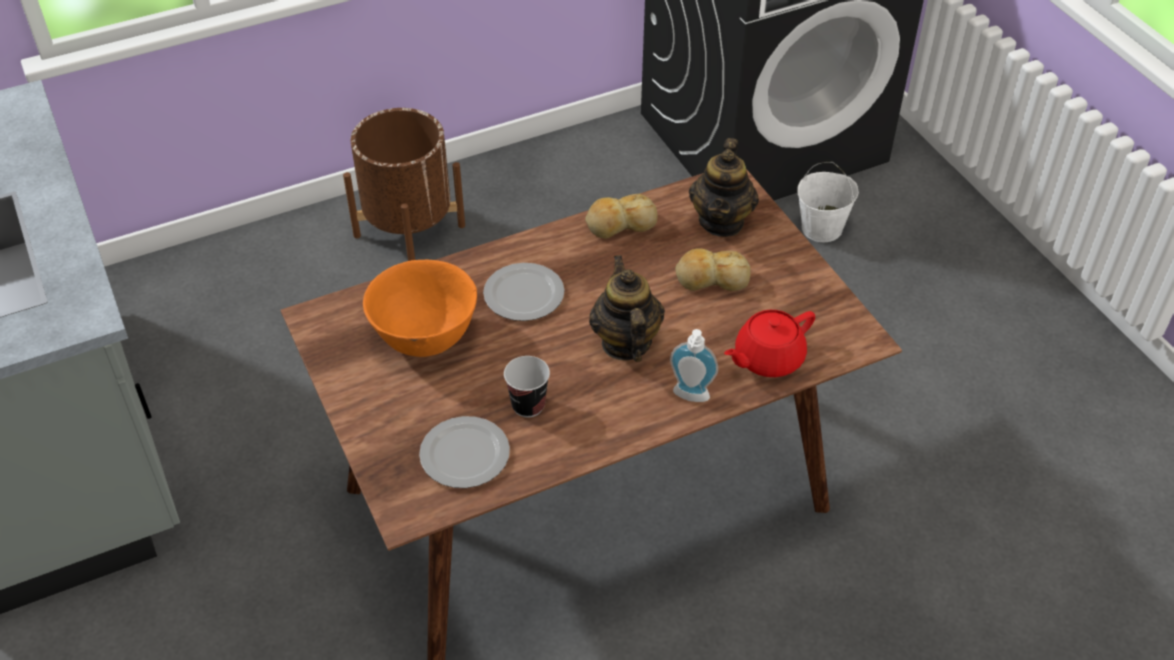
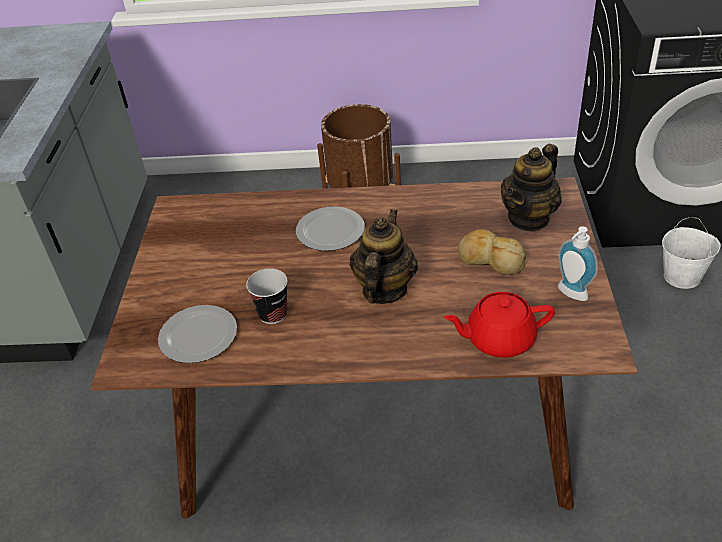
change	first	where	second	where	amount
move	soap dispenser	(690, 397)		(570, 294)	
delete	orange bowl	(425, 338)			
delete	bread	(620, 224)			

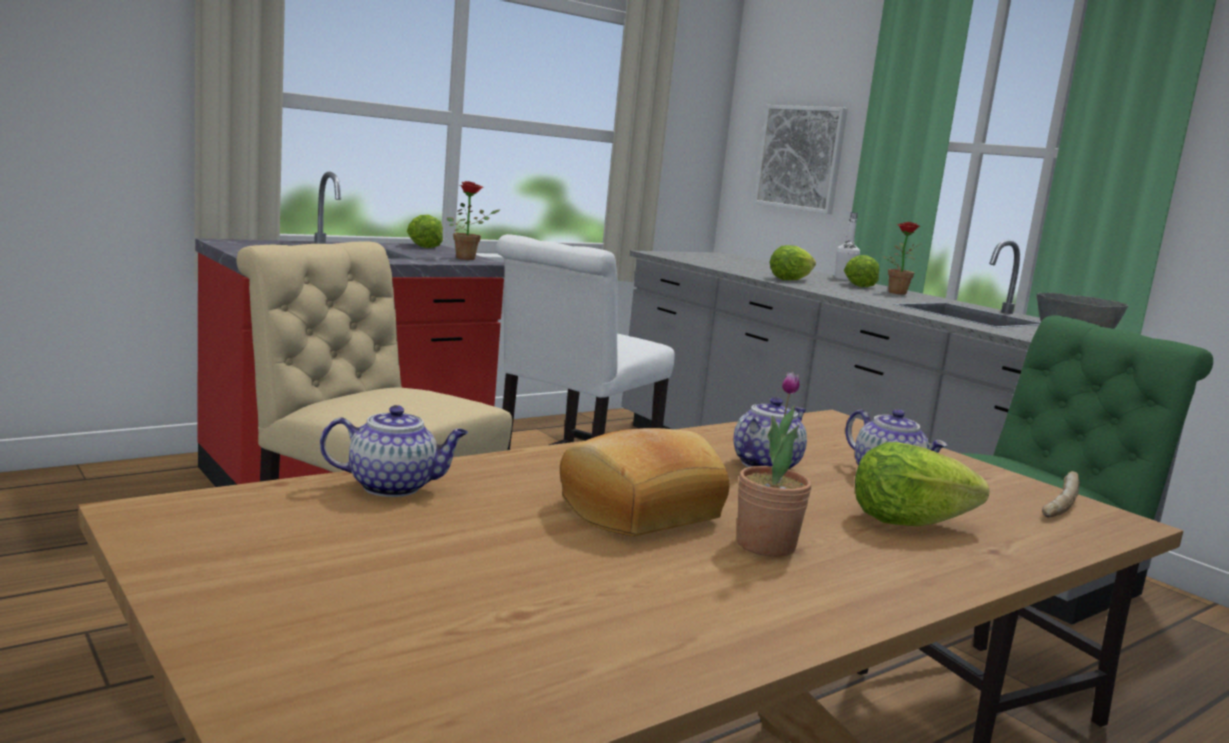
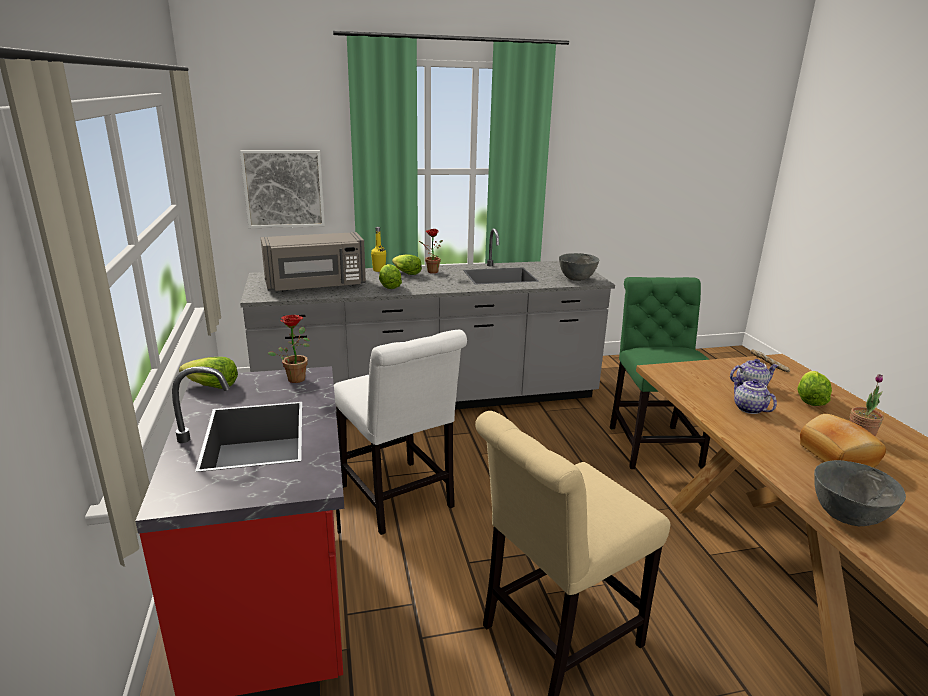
change	first	where	second	where	amount
insert			grey microwave	(316, 286)	
recolor	white bottle	(844, 279)	yellow bottle	(379, 270)	
replace	teapot	(394, 487)	grey bowl	(846, 517)	

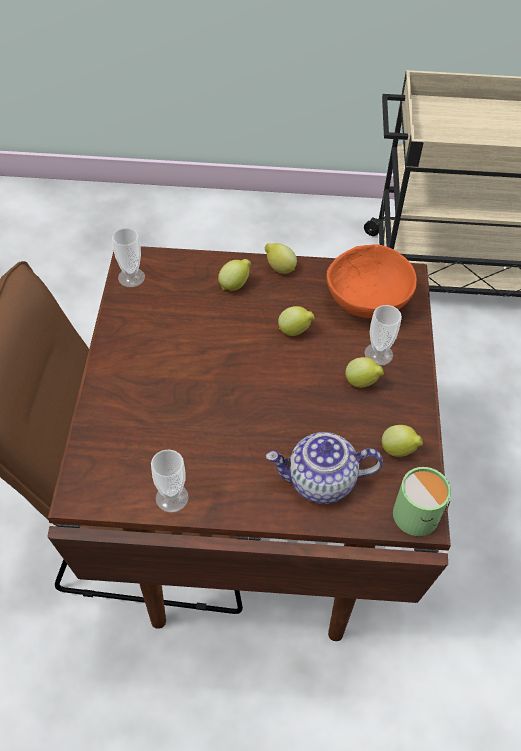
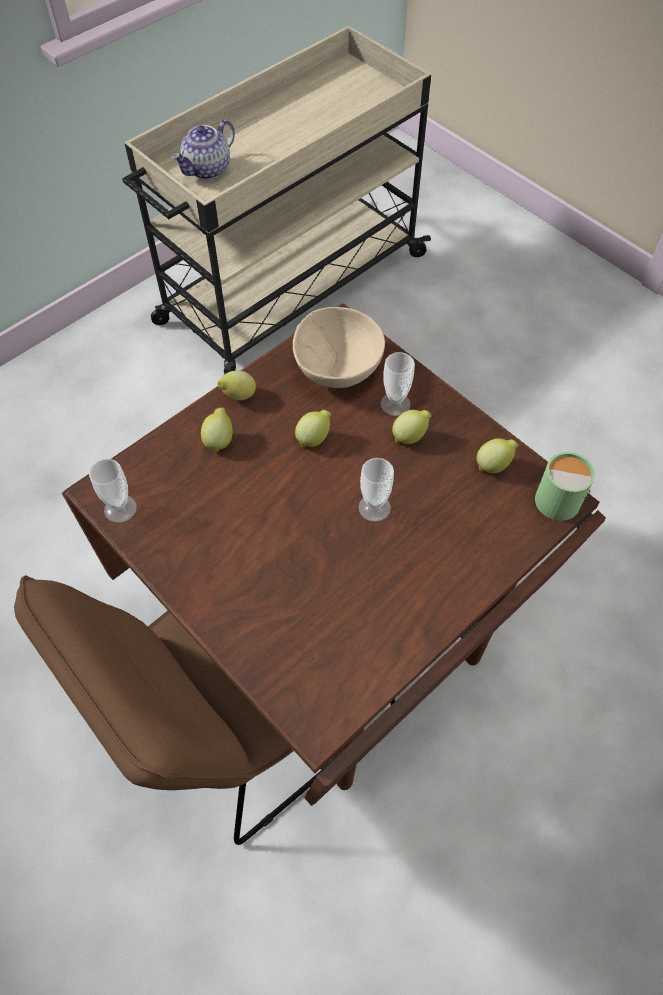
change	first	where	second	where	amount
move	teapot	(320, 481)		(207, 169)	
recolor	orange bowl	(366, 302)	beige bowl	(337, 369)	
move	cup	(172, 498)		(374, 507)	

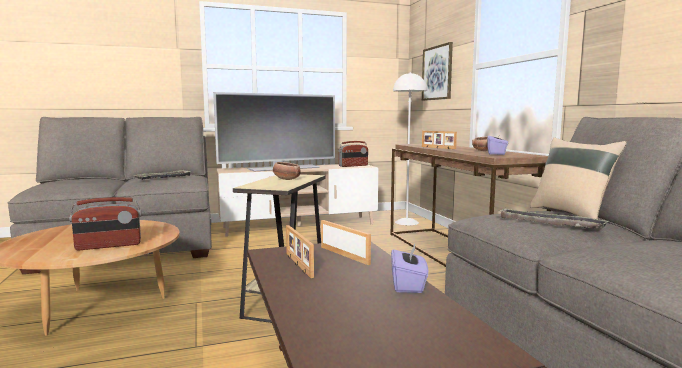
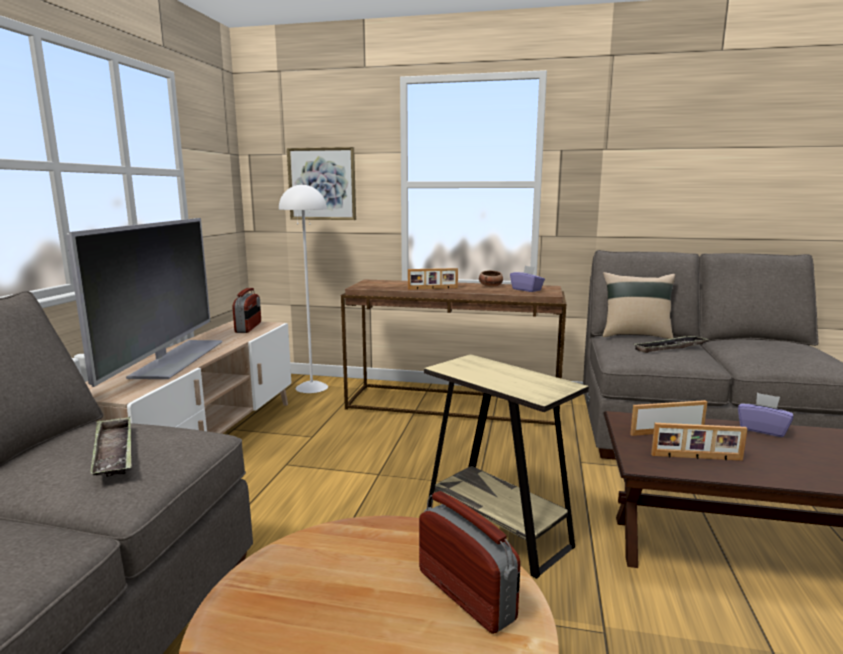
change	first	where	second	where	amount
rotate	radio	(109, 246)		(466, 594)	45 degrees counterclockwise
delete	bowl	(286, 179)			

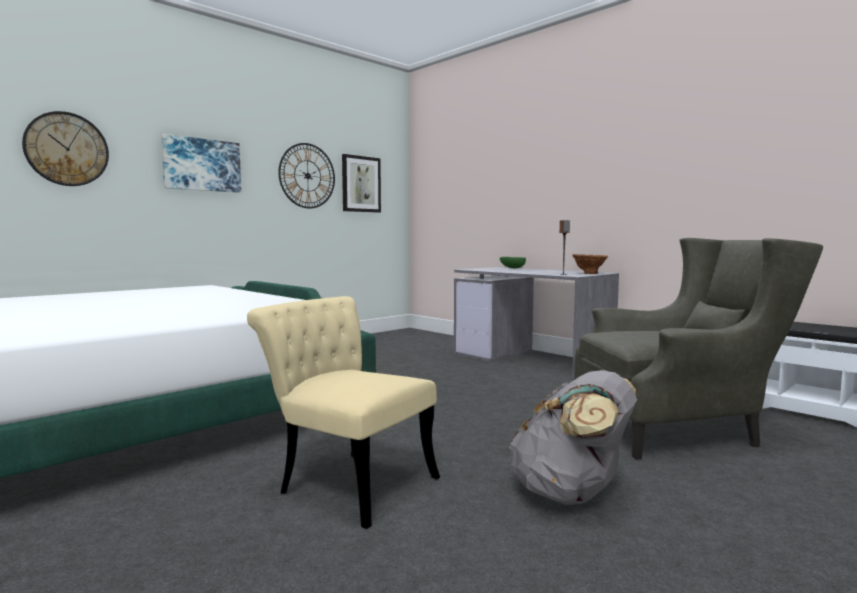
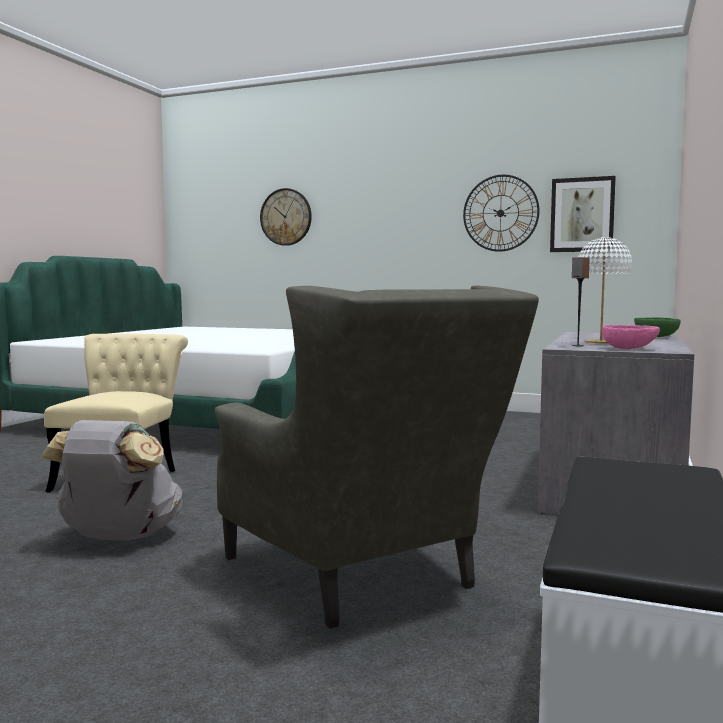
change	first	where	second	where	amount
insert			white table lamp	(600, 343)	
replace	brown vase	(588, 273)	pink bowl	(630, 349)	
delete	picture	(202, 165)			

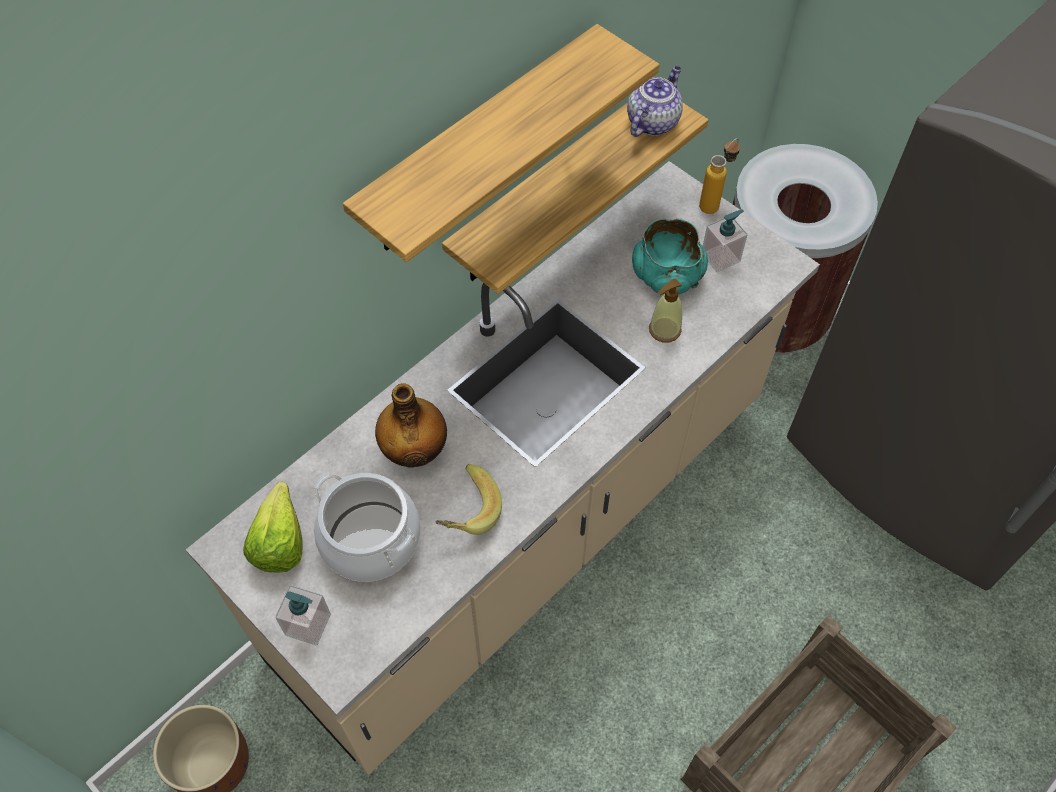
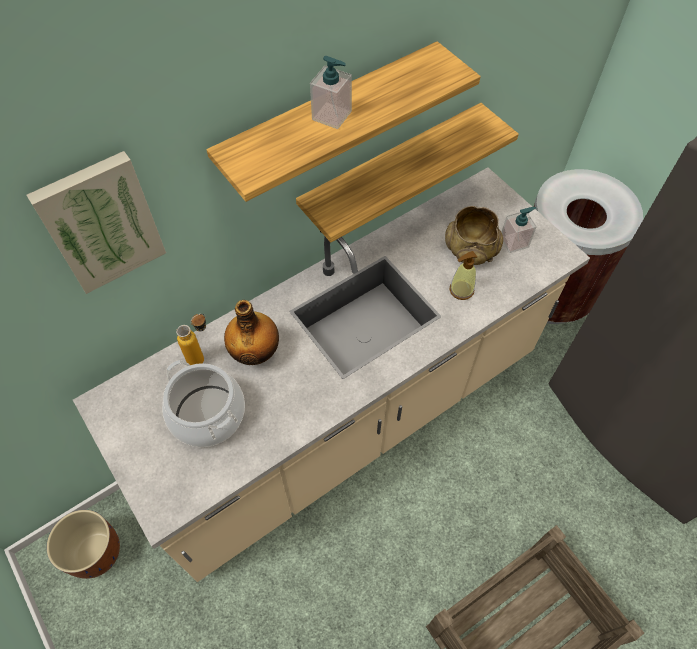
change	first	where	second	where	amount
insert			picture	(100, 222)	
move	bottle	(714, 202)		(202, 356)	
move	soap dispenser	(308, 624)		(332, 116)	
recolor	turquoise bowl	(667, 274)	beige bowl	(471, 249)	
delete	lettuce	(283, 535)			
delete	banana	(465, 510)			
delete	teapot	(652, 121)			

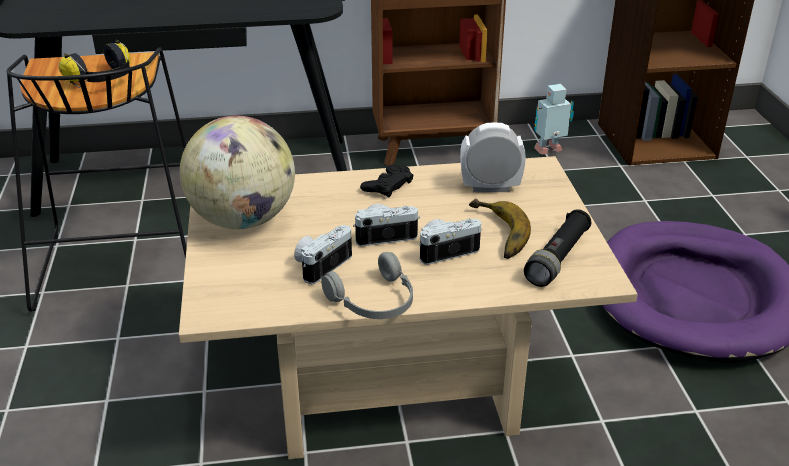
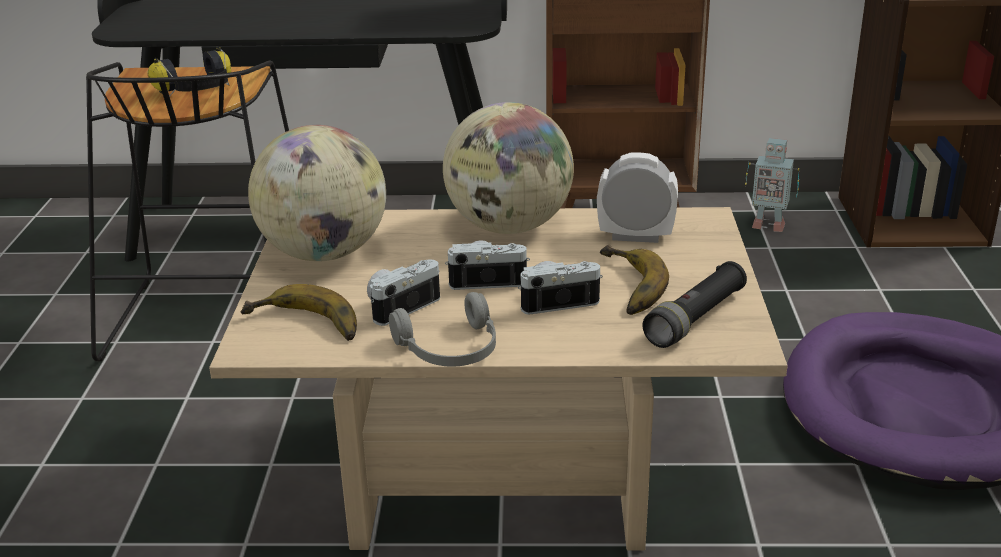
change	first	where	second	where	amount
insert			banana	(303, 326)	
replace	black game controller	(387, 185)	globe	(508, 227)	
rotate	toy robot	(550, 151)		(767, 225)	150 degrees counterclockwise

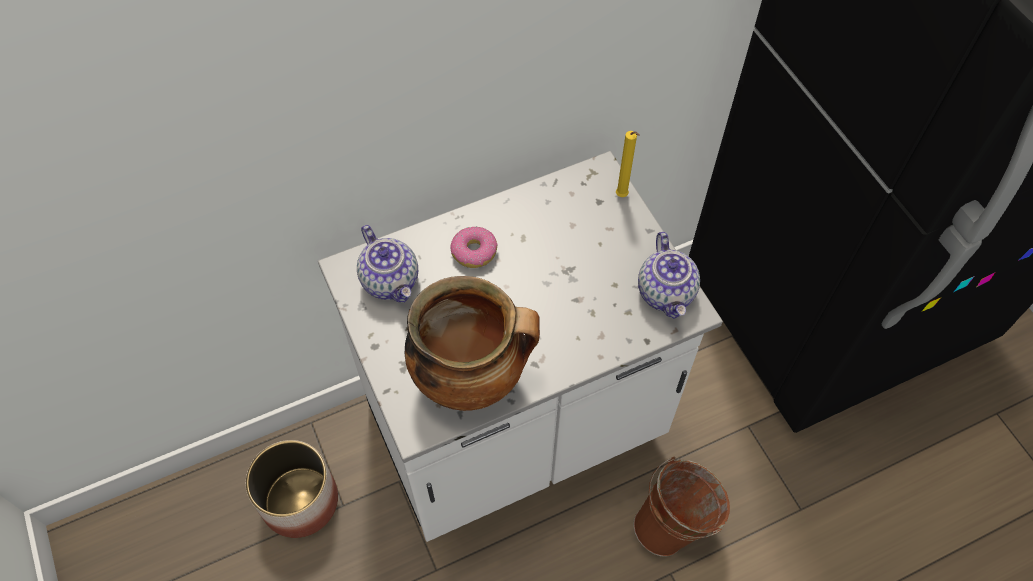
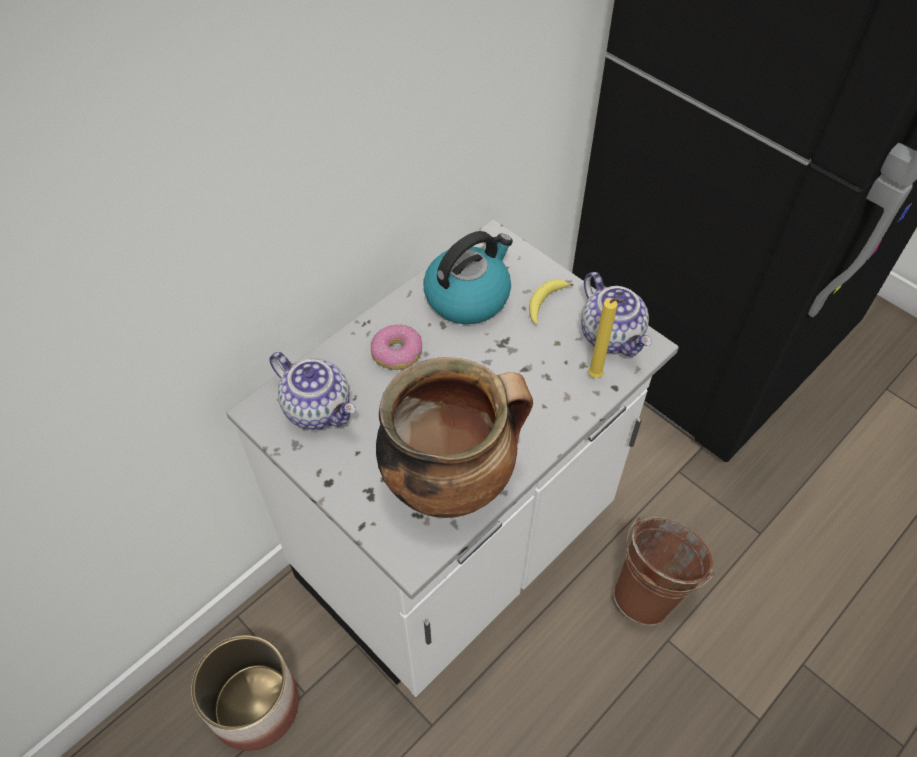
change	first	where	second	where	amount
insert			kettle	(468, 296)	
insert			banana	(545, 303)	
move	yellow candle	(622, 197)		(597, 377)	

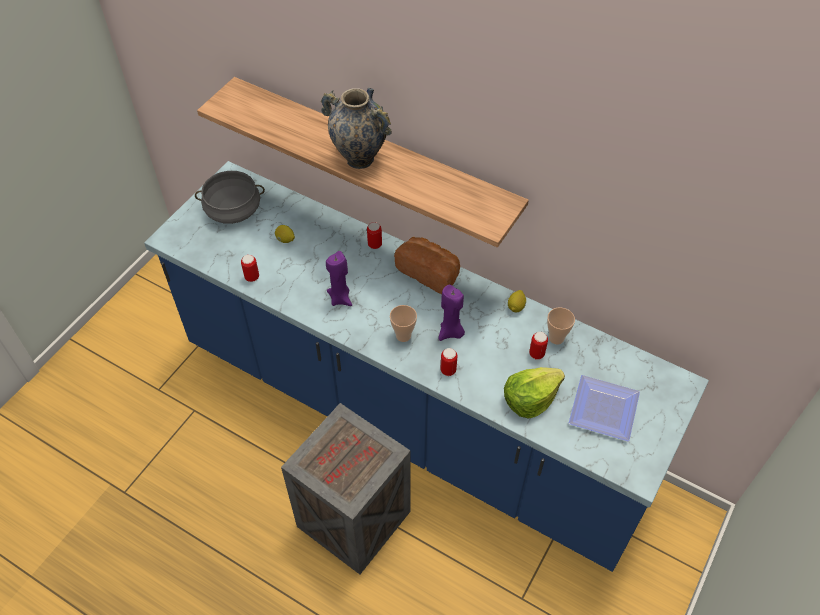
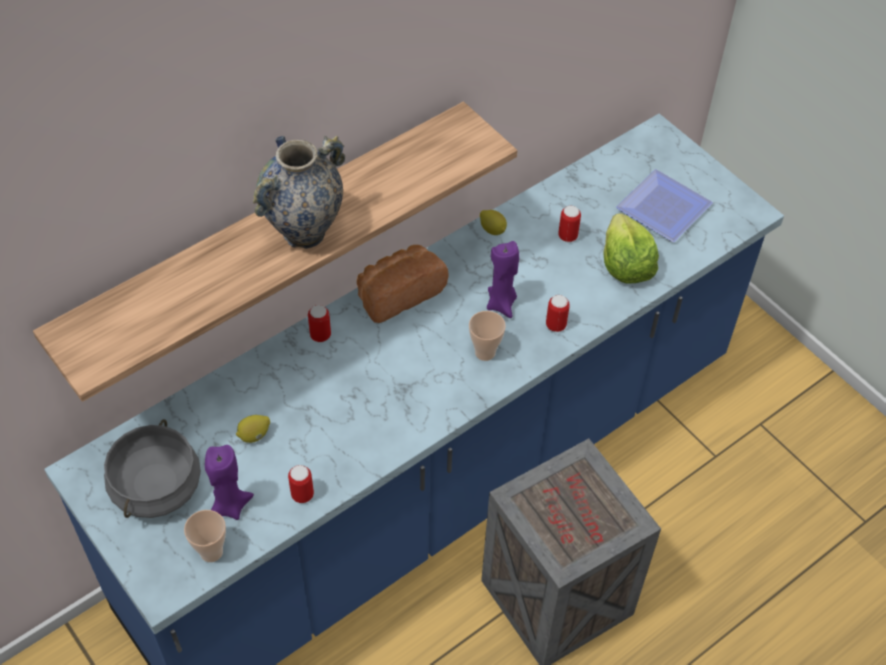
change	first	where	second	where	amount
move	cup	(556, 338)		(211, 552)	
move	purple candle	(340, 298)		(230, 505)	

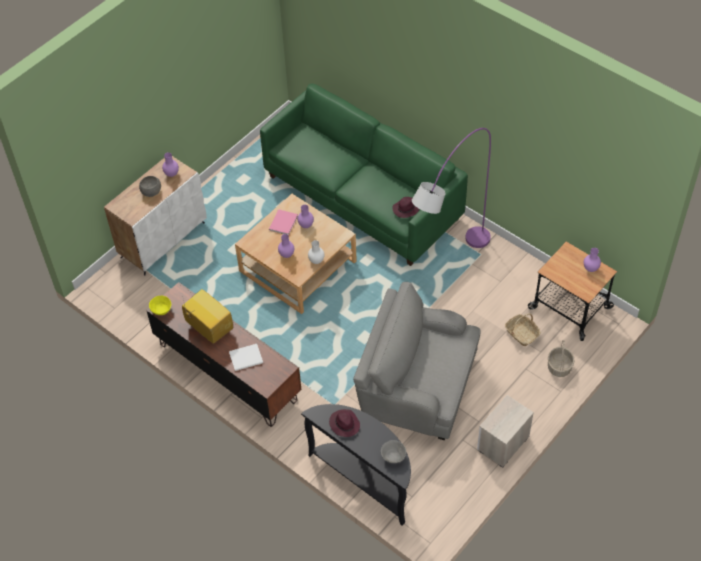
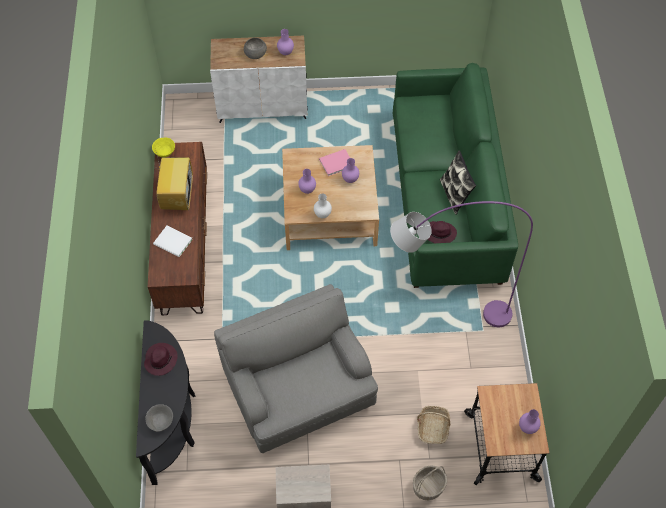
change	first	where	second	where	amount
insert			pillow	(455, 195)	

